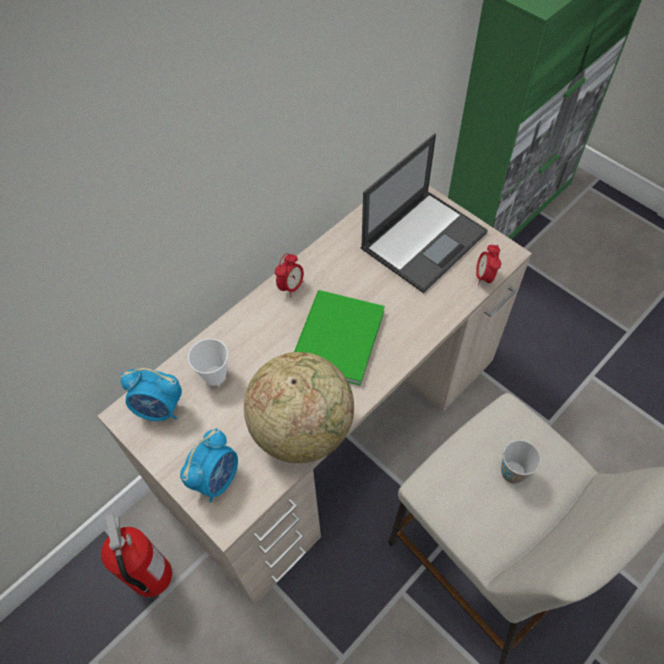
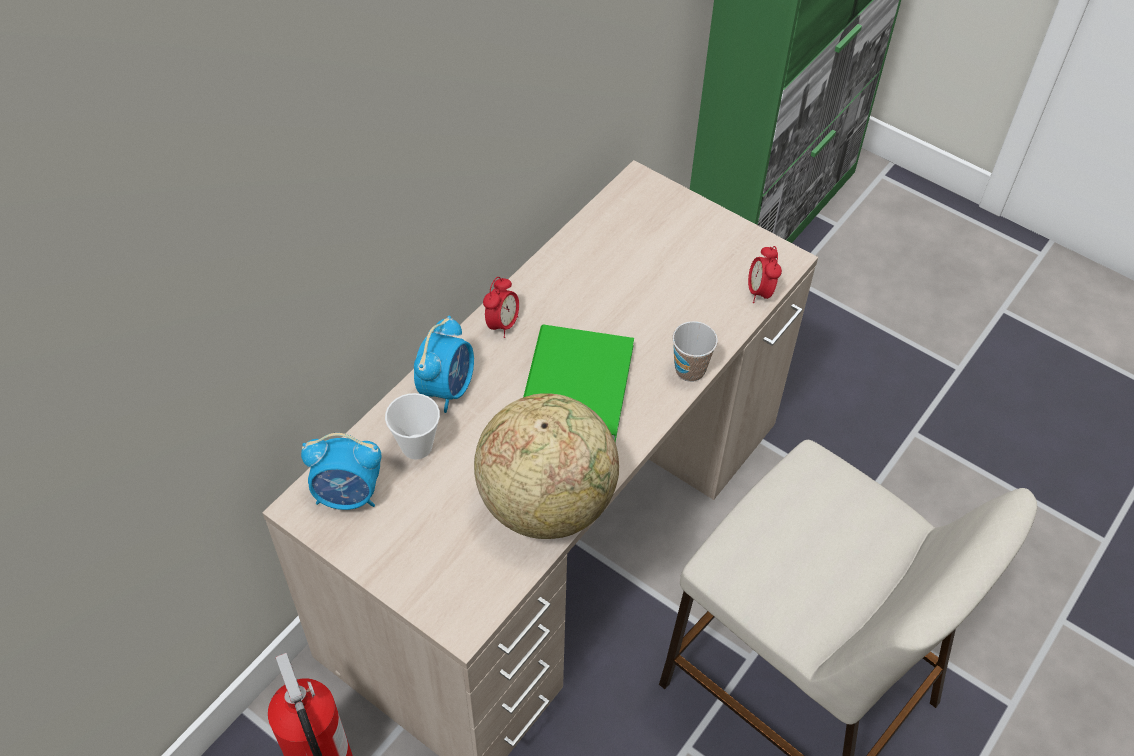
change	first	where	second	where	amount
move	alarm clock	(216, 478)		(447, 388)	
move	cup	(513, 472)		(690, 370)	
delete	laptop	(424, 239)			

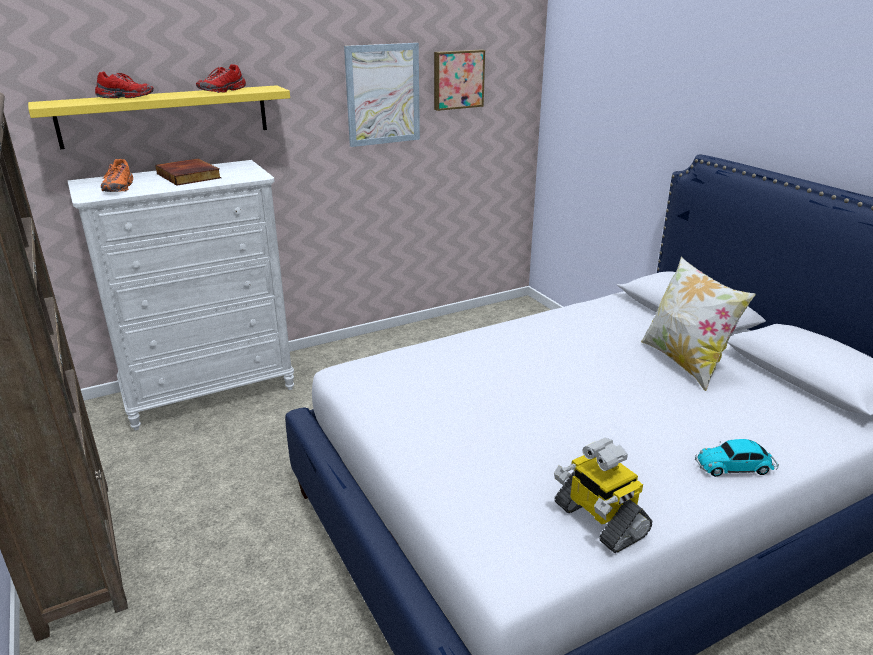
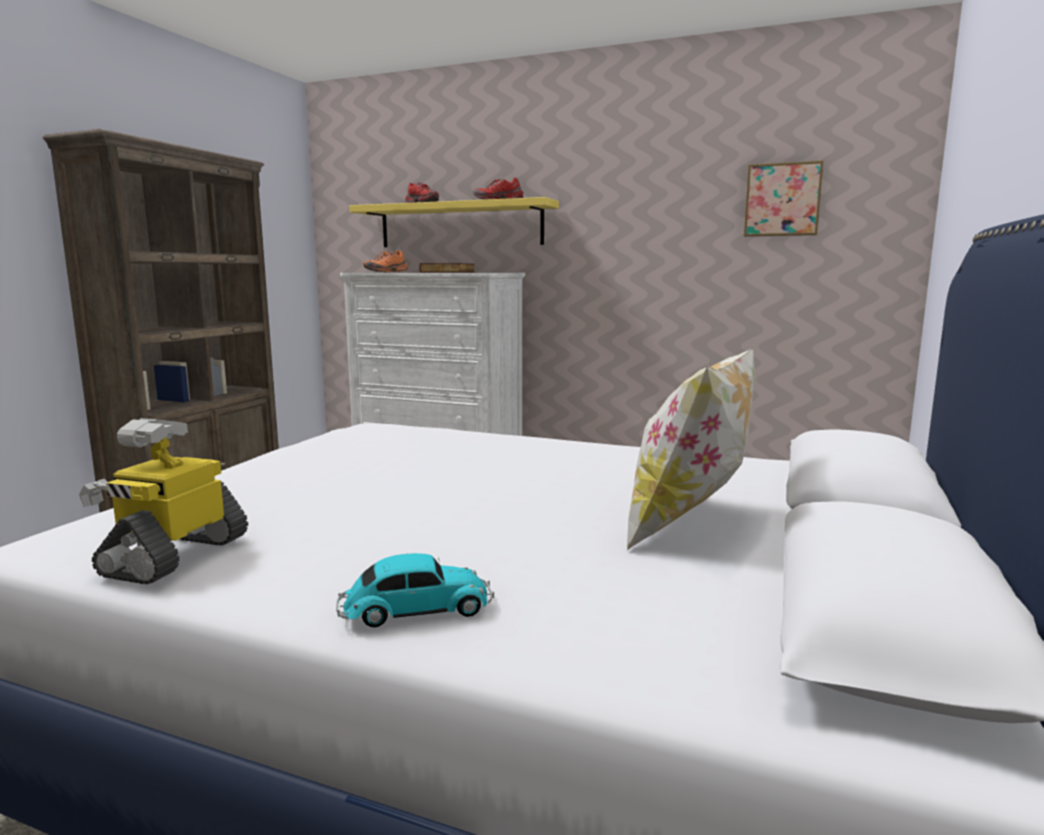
change	first	where	second	where	amount
rotate	toy car	(736, 467)		(413, 610)	120 degrees clockwise
delete	picture	(383, 94)			

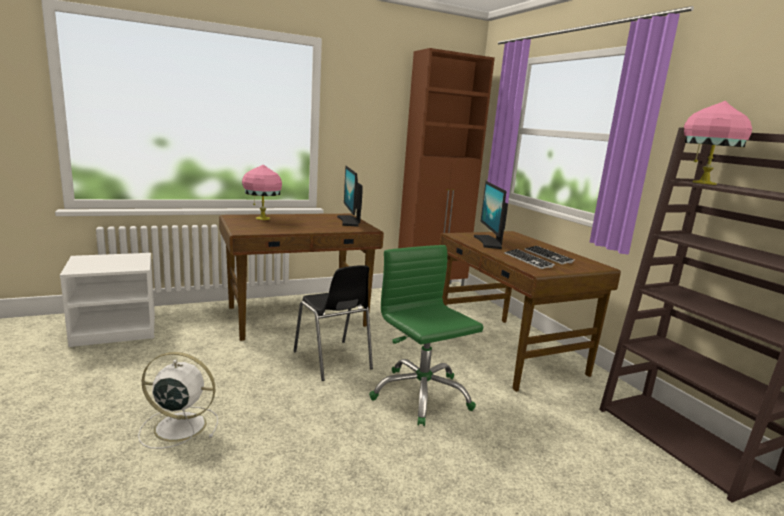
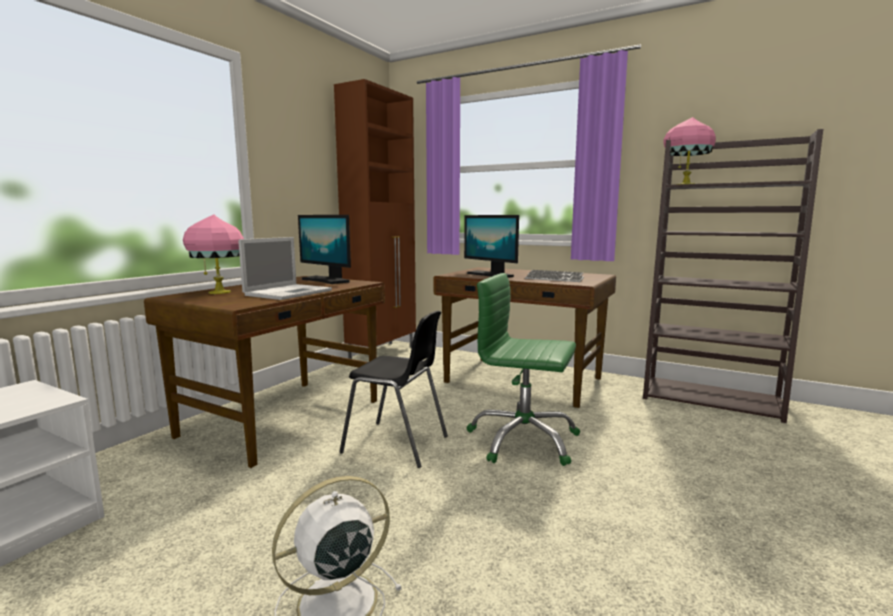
change	first	where	second	where	amount
insert			laptop	(289, 292)	

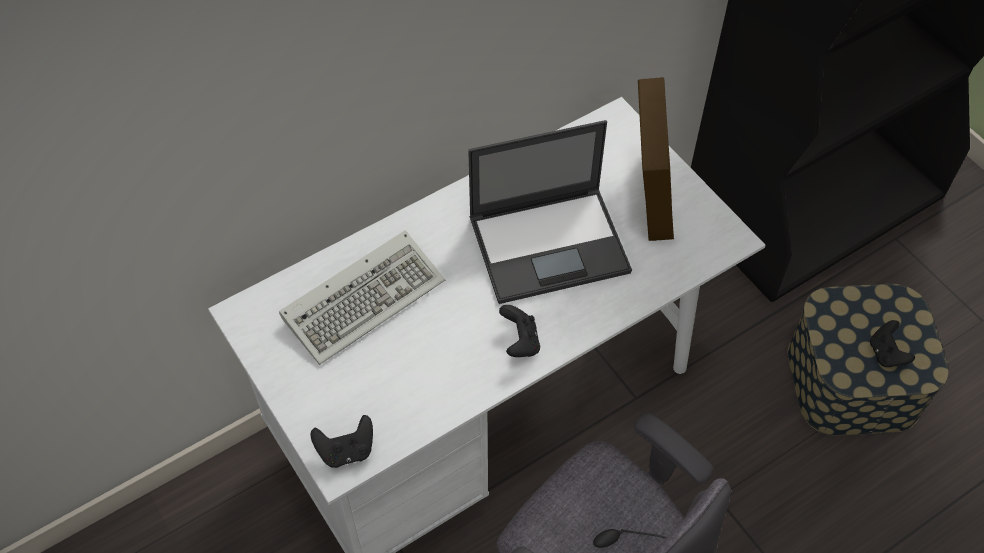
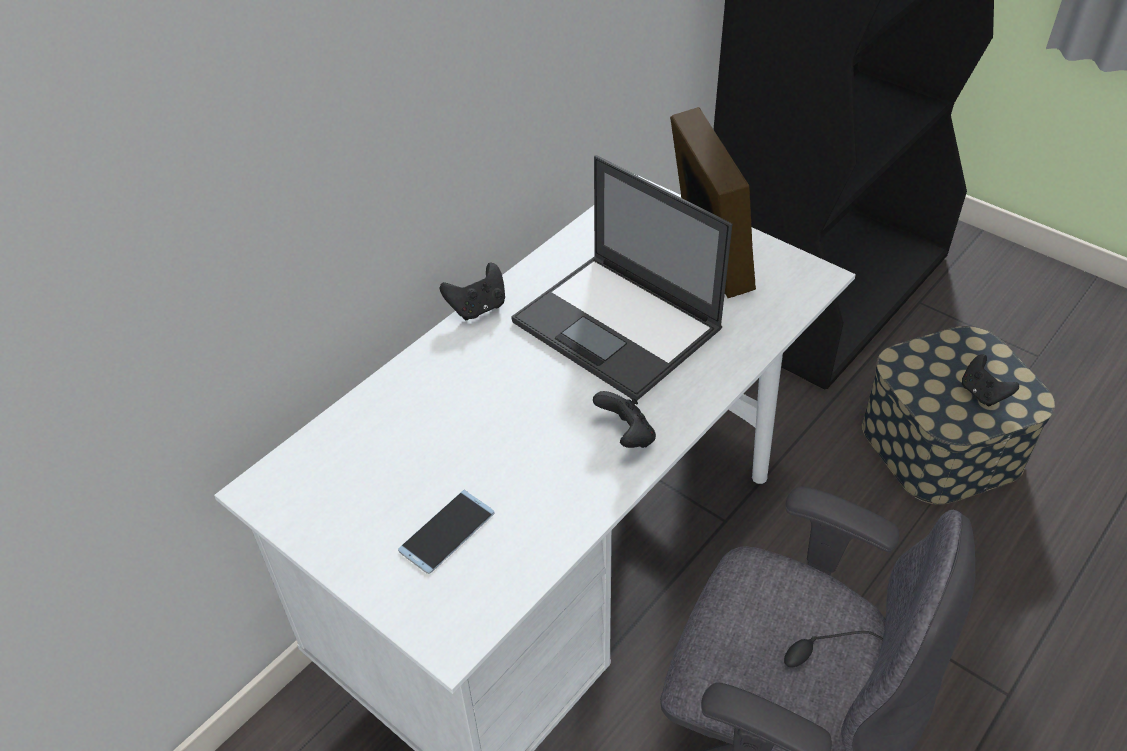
change	first	where	second	where	amount
insert			phone	(447, 532)	
move	black game controller	(346, 451)		(478, 308)	
rotate	laptop	(551, 244)		(619, 326)	75 degrees clockwise
delete	keyboard	(365, 297)			

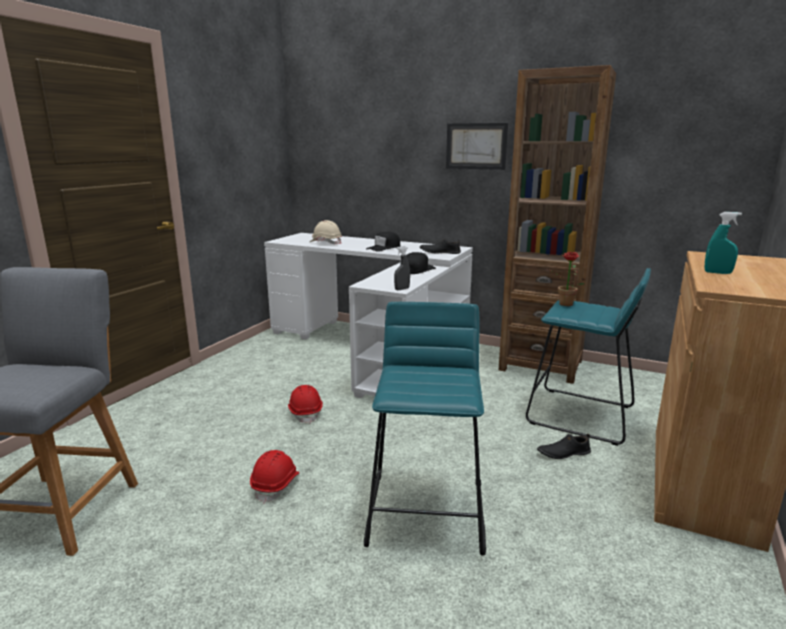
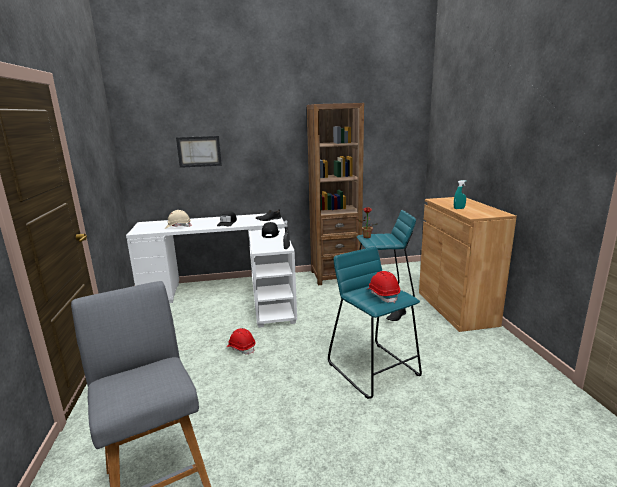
change	first	where	second	where	amount
move	picture	(476, 146)		(199, 151)	
move	red hard hat	(276, 485)		(383, 295)	

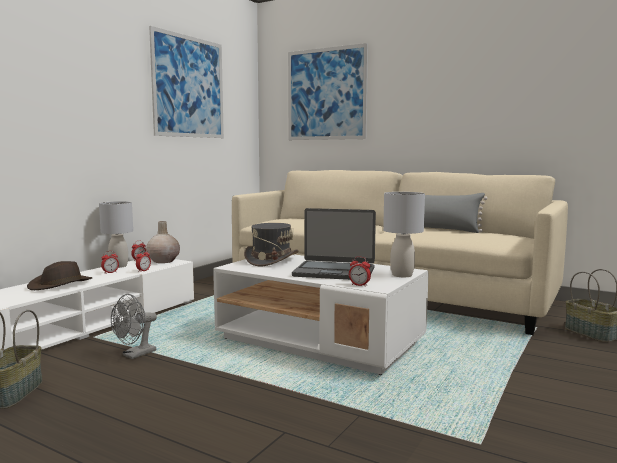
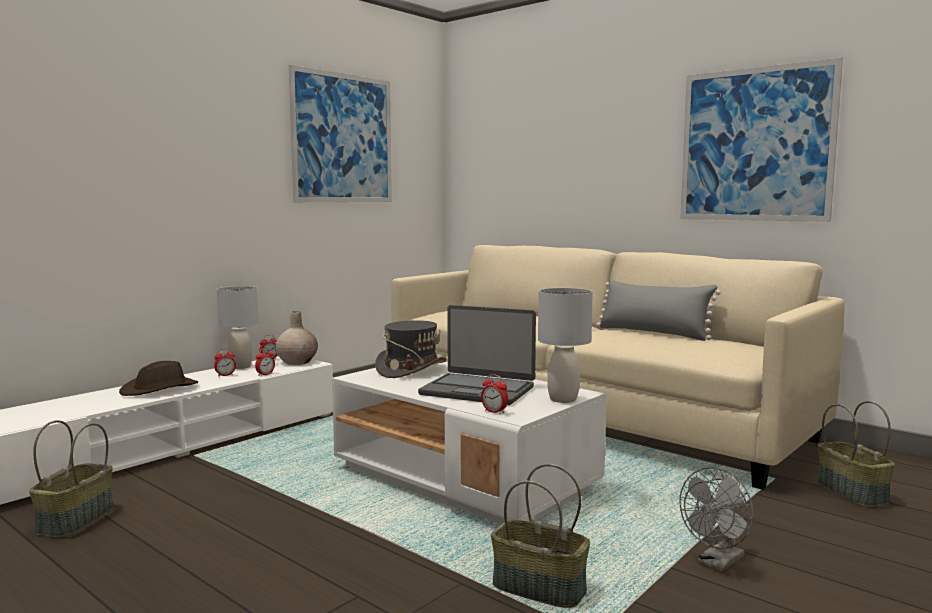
change	first	where	second	where	amount
insert			basket	(537, 588)	
move	grey fan	(135, 355)		(717, 563)	
move	picture	(326, 94)		(755, 145)	

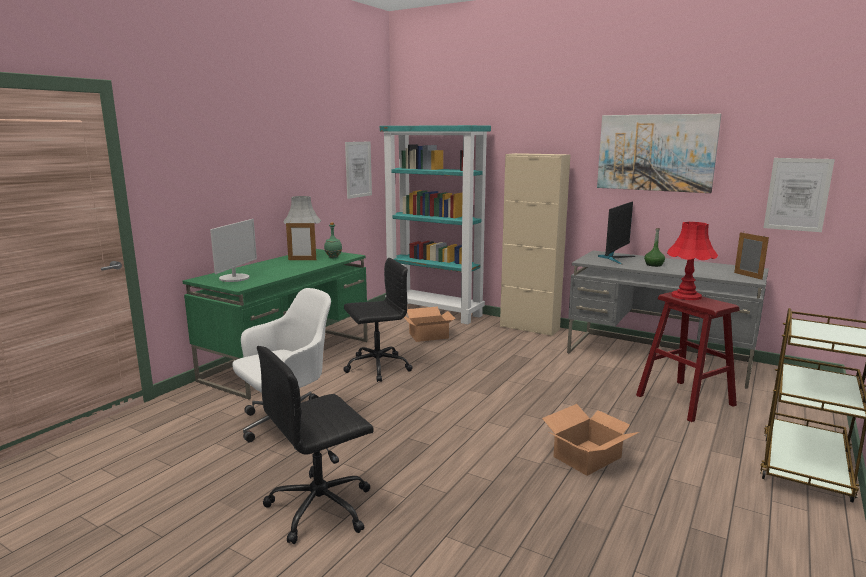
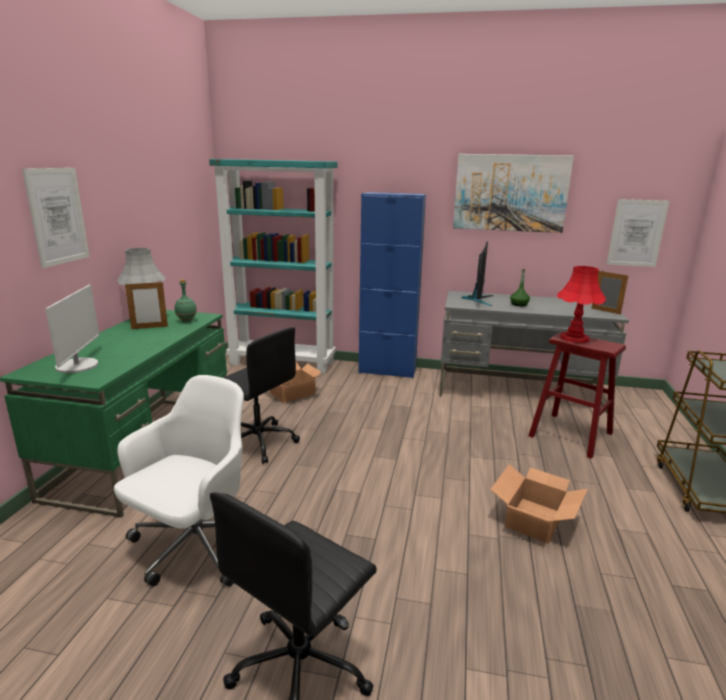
change	first	where	second	where	amount
move	picture	(358, 169)		(57, 216)	
rotate	black office chair	(376, 367)		(257, 442)	75 degrees clockwise
recolor	beige cabinet	(529, 328)	blue cabinet	(387, 371)	

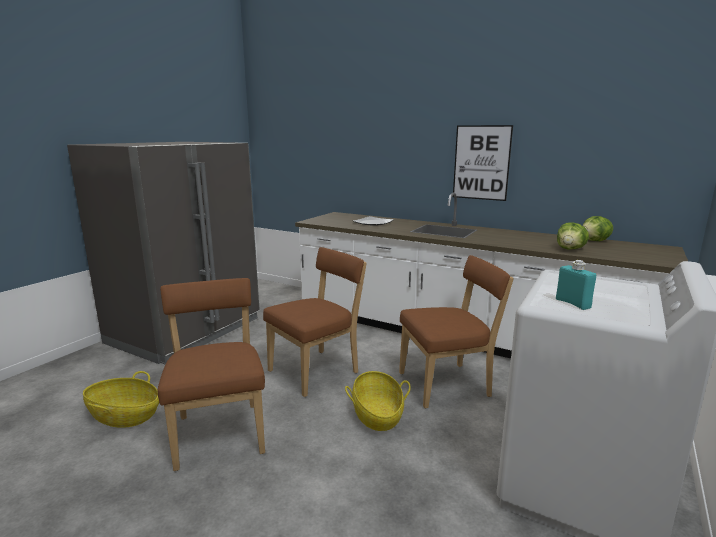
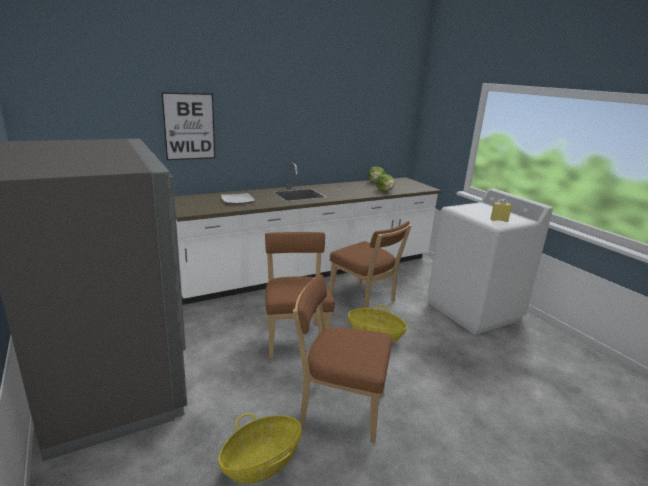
change	first	where	second	where	amount
move	picture	(481, 162)		(189, 126)	
rotate	brown chair	(448, 384)		(364, 300)	120 degrees clockwise
recolor	turquoise bottle	(573, 303)	yellow bottle	(499, 220)	

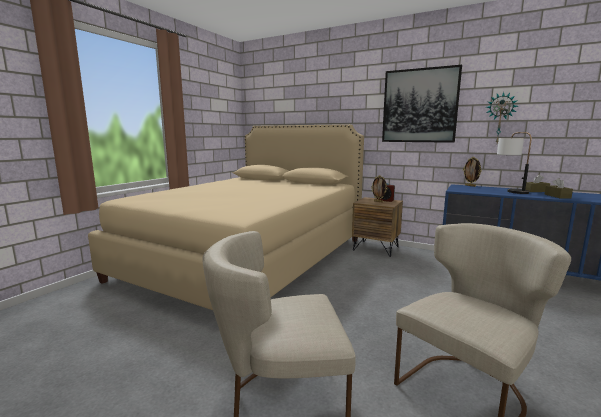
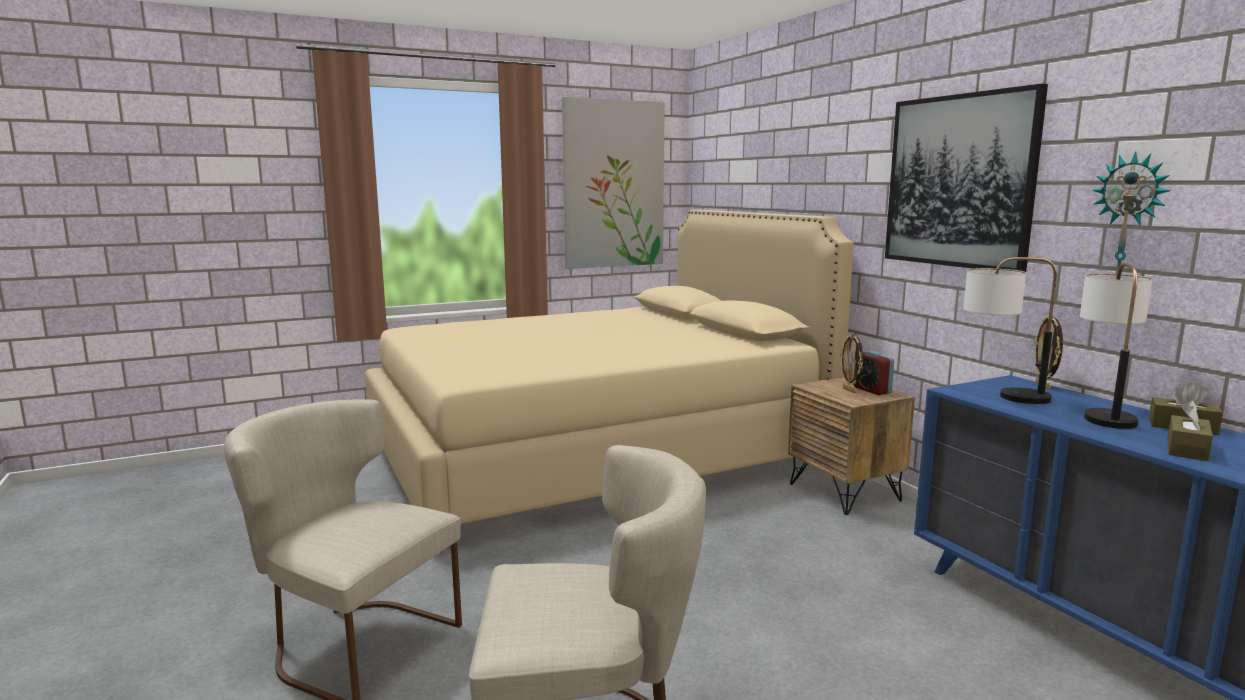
change	first	where	second	where	amount
insert			picture	(613, 184)	
insert			table lamp	(1000, 396)	

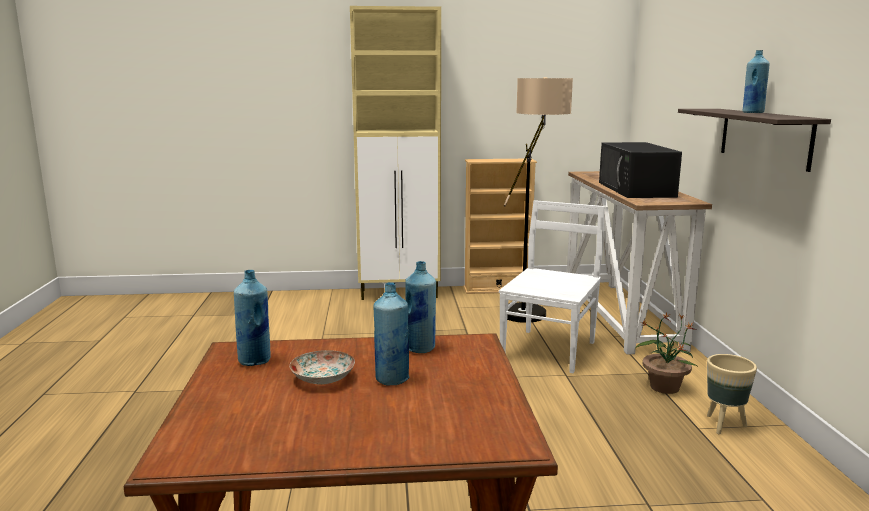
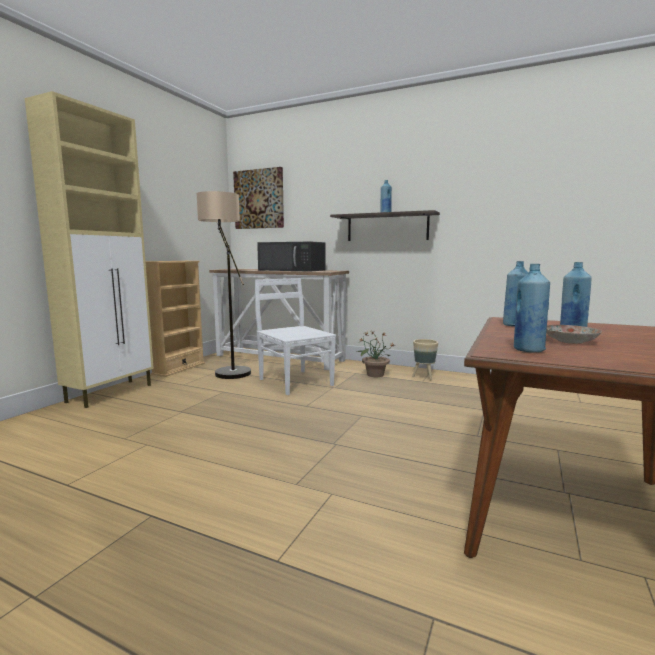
change	first	where	second	where	amount
insert			picture	(259, 199)	

